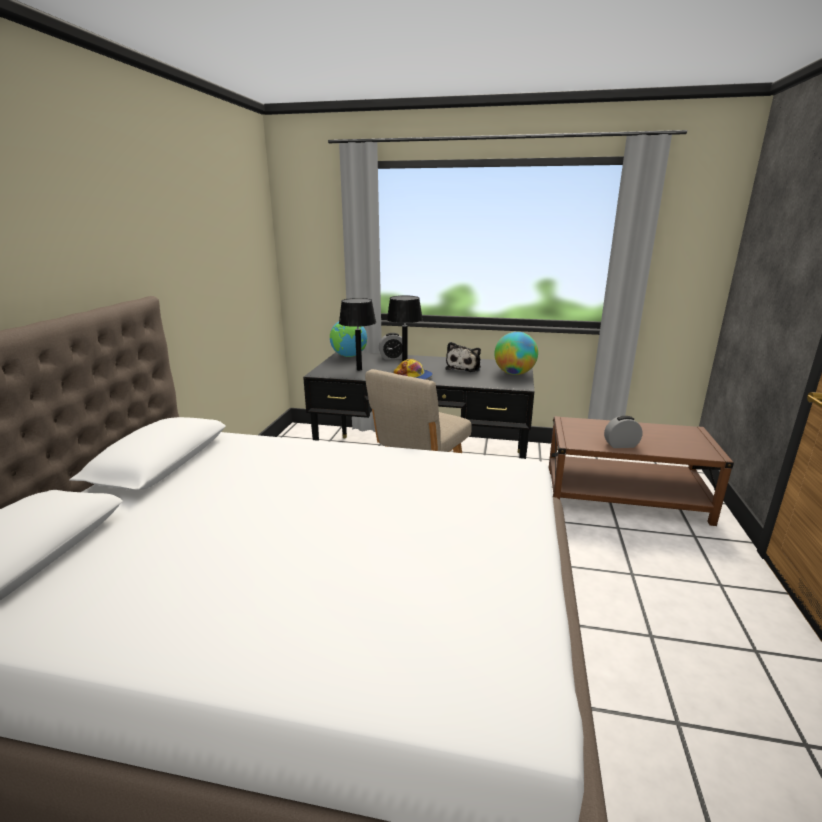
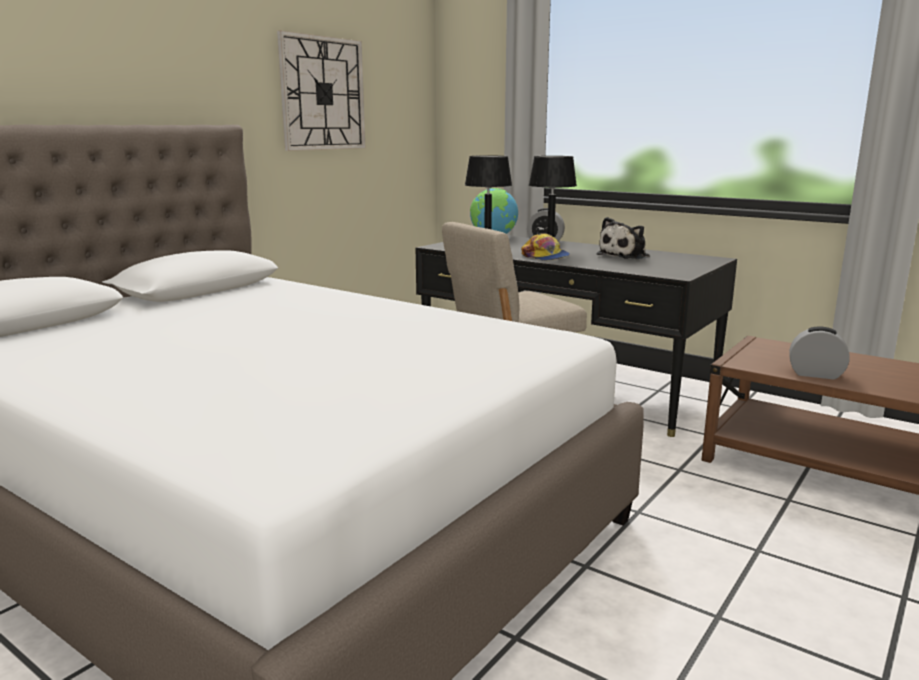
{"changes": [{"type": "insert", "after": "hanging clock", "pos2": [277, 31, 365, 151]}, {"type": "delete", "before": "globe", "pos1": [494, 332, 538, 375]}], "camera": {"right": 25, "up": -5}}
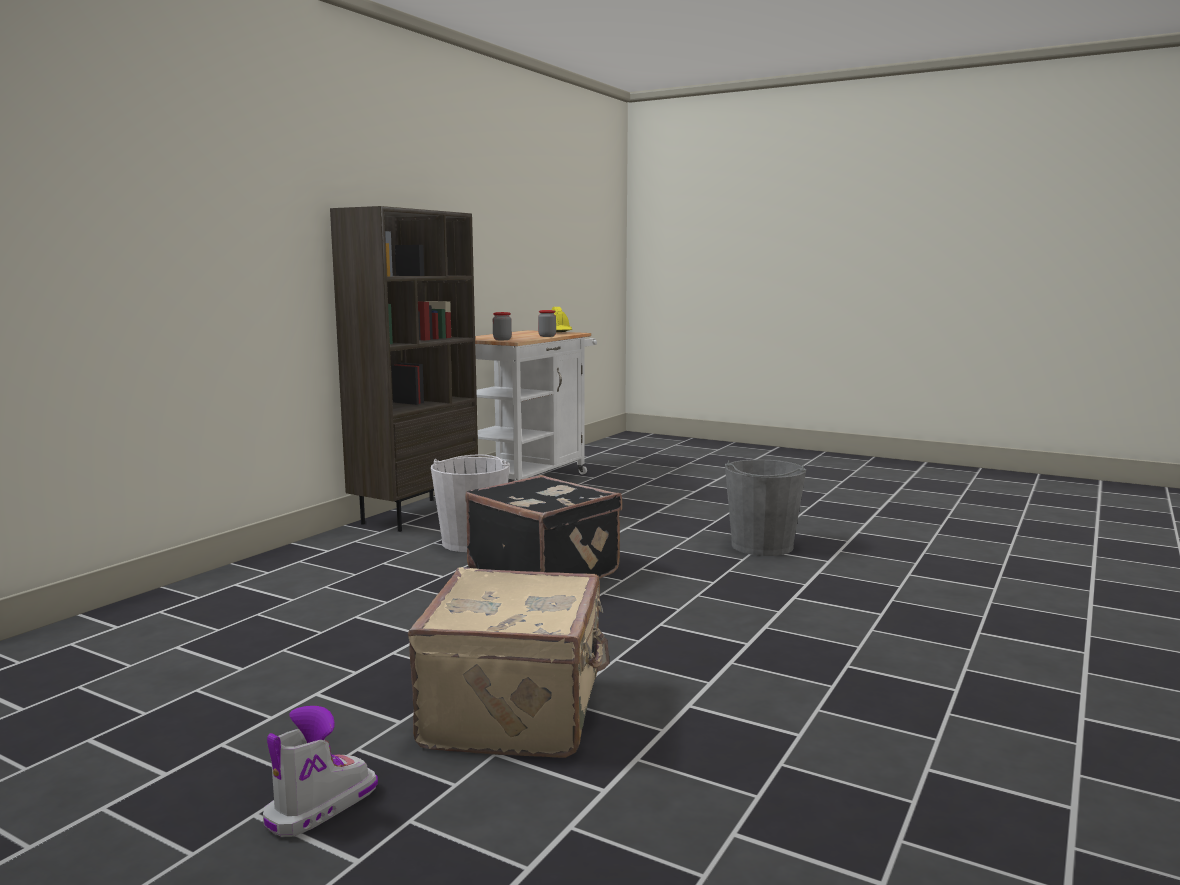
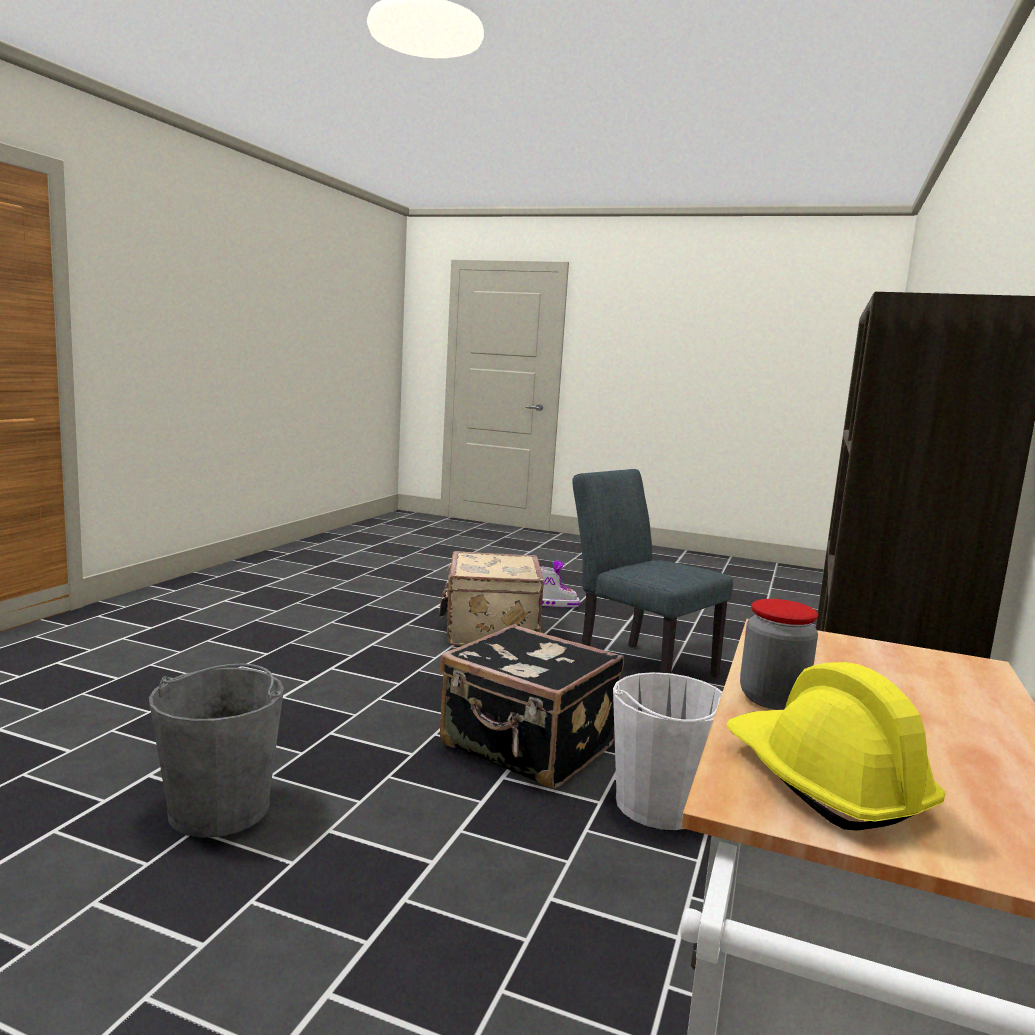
{"changes": [{"type": "rotate", "before": "high-top boot", "pos1": [263, 706, 378, 837], "pos2": [539, 561, 580, 608], "turn": -120}, {"type": "insert", "after": "upright chair/gray", "pos2": [573, 469, 733, 677]}, {"type": "delete", "before": "preserve jar", "pos1": [493, 312, 512, 340]}], "camera": {"right": 170, "up": 0}}
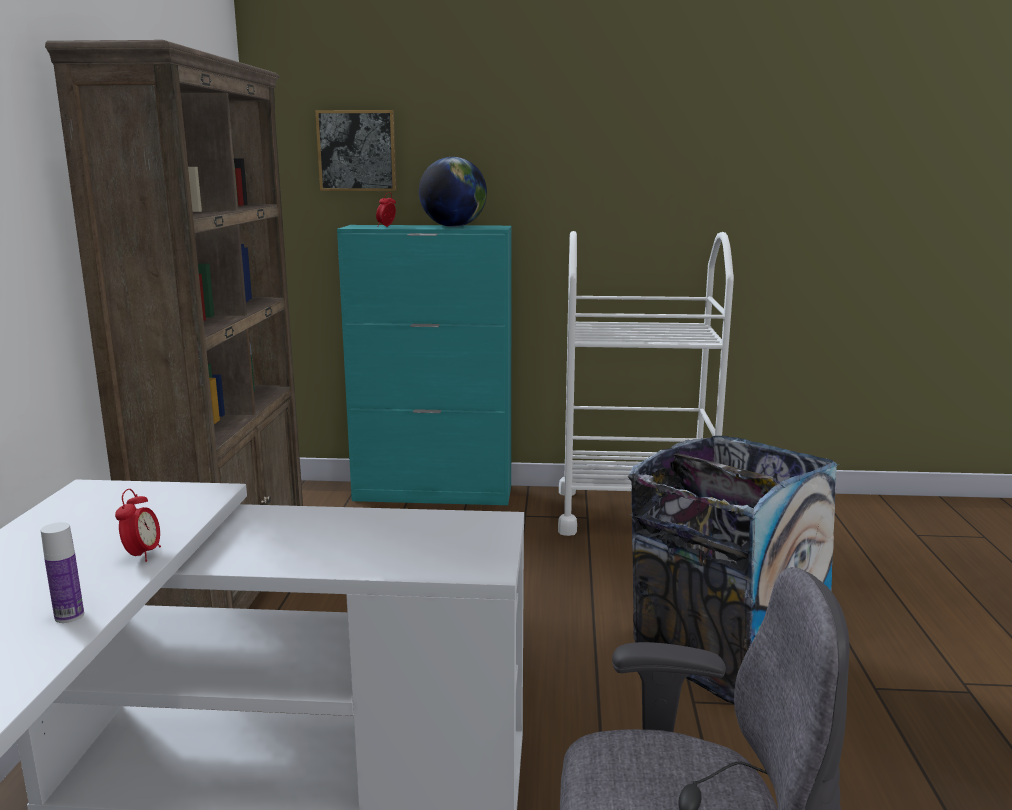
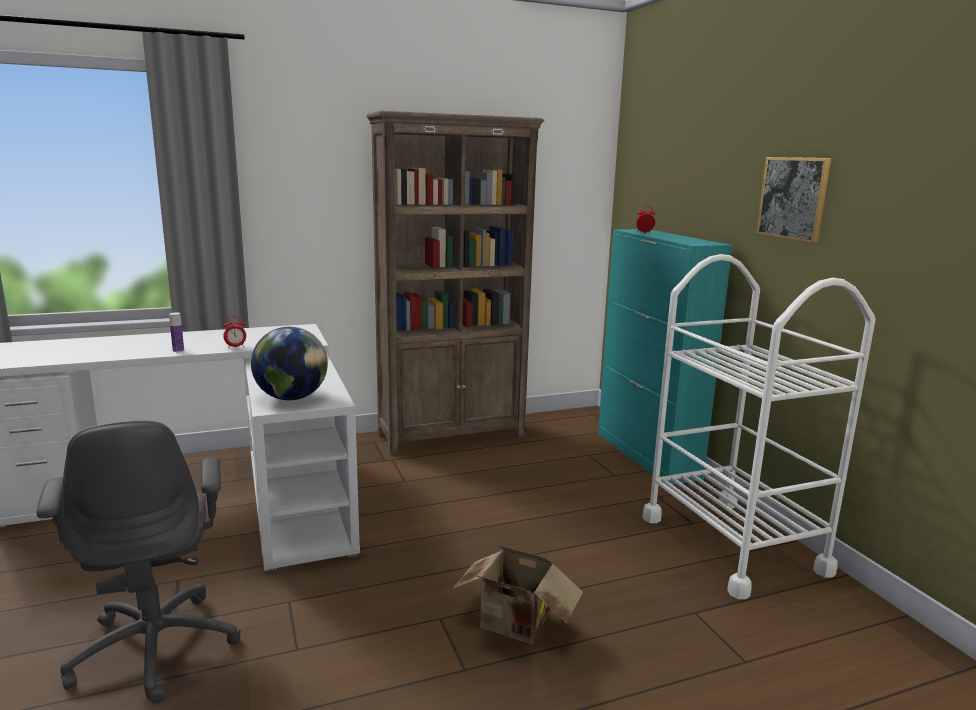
{"changes": [{"type": "move", "before": "globe", "pos1": [419, 157, 487, 227], "pos2": [251, 327, 328, 400]}, {"type": "replace", "before": "rubbish bin", "after": "packing box", "pos1": [628, 436, 839, 704], "pos2": [452, 544, 583, 644]}, {"type": "move", "before": "picture", "pos1": [315, 110, 397, 191], "pos2": [756, 157, 831, 243]}], "camera": {"right": 65, "up": 0}}
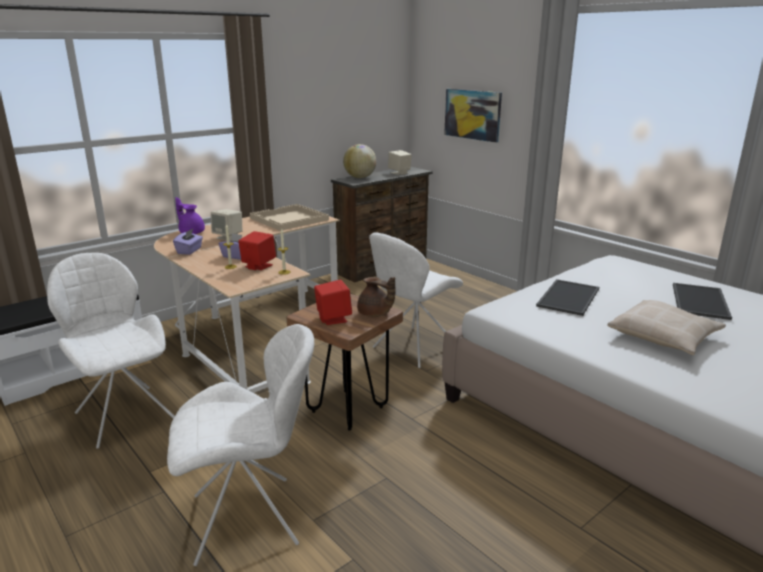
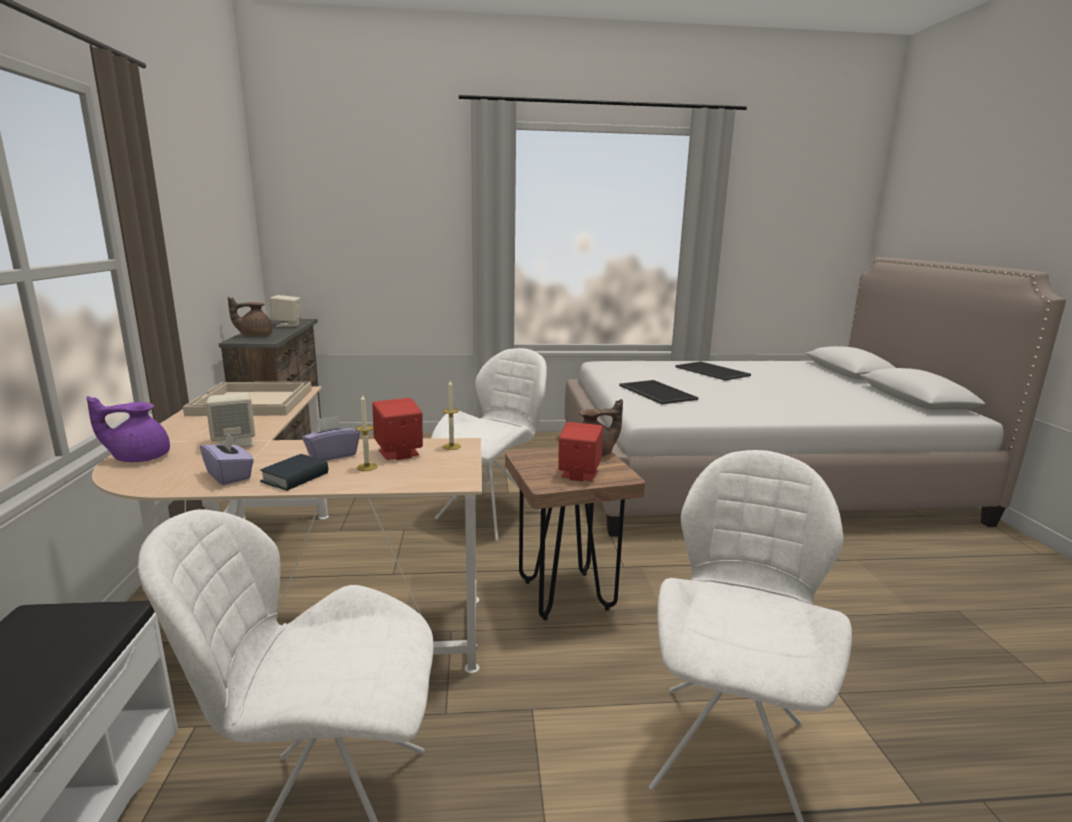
{"changes": [{"type": "replace", "before": "globe", "after": "tea pot/brown-coloured", "pos1": [343, 144, 376, 178], "pos2": [228, 297, 272, 337]}, {"type": "insert", "after": "bound book", "pos2": [260, 454, 328, 491]}, {"type": "rotate", "before": "upright chair/whitish", "pos1": [369, 232, 463, 368], "pos2": [431, 348, 547, 541], "turn": -135}, {"type": "delete", "before": "picture", "pos1": [444, 89, 502, 143]}, {"type": "delete", "before": "pillow/sand-coloured", "pos1": [607, 300, 726, 355]}], "camera": {"right": -55, "up": -5}}
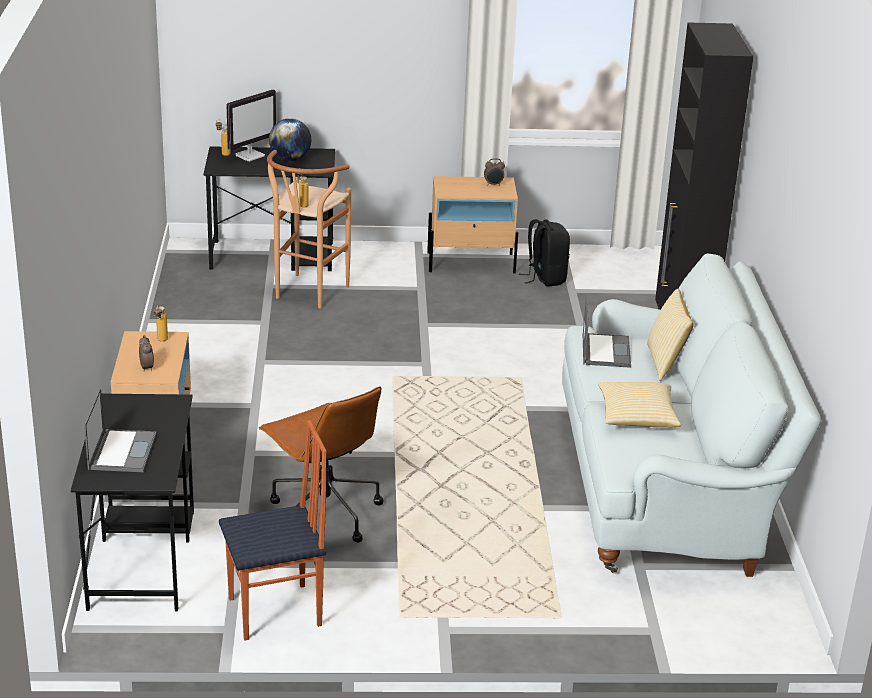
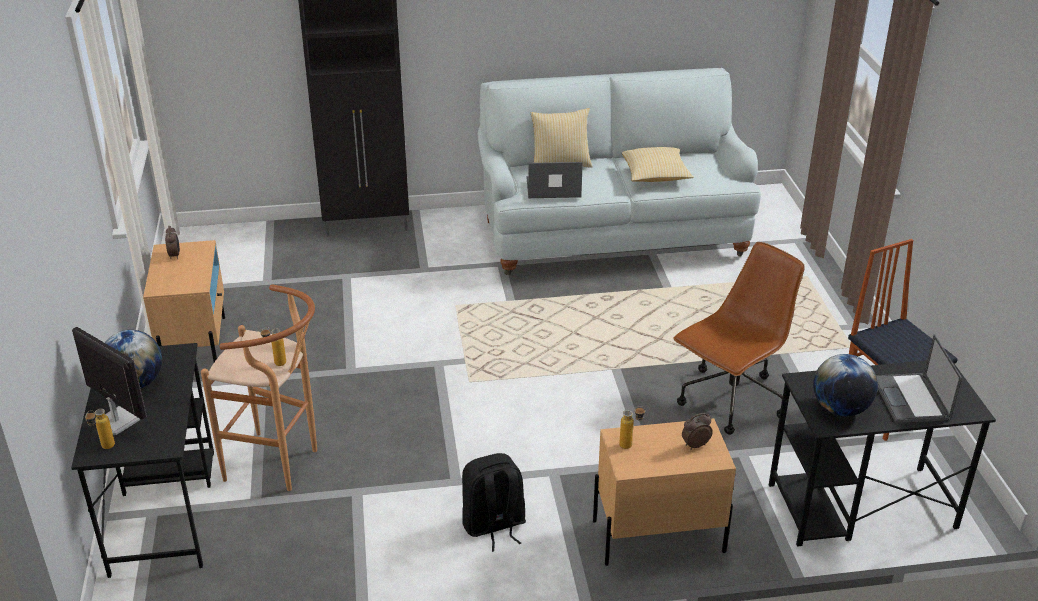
{"changes": [{"type": "move", "before": "knapsack/blackish", "pos1": [519, 219, 570, 287], "pos2": [462, 453, 526, 552]}, {"type": "insert", "after": "globe", "pos2": [813, 354, 878, 416]}, {"type": "rotate", "before": "laptop", "pos1": [84, 388, 156, 472], "pos2": [876, 334, 962, 423], "turn": -90}], "camera": {"right": -95, "up": 5}}
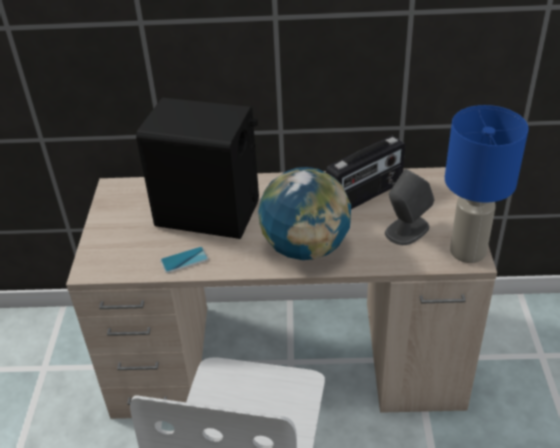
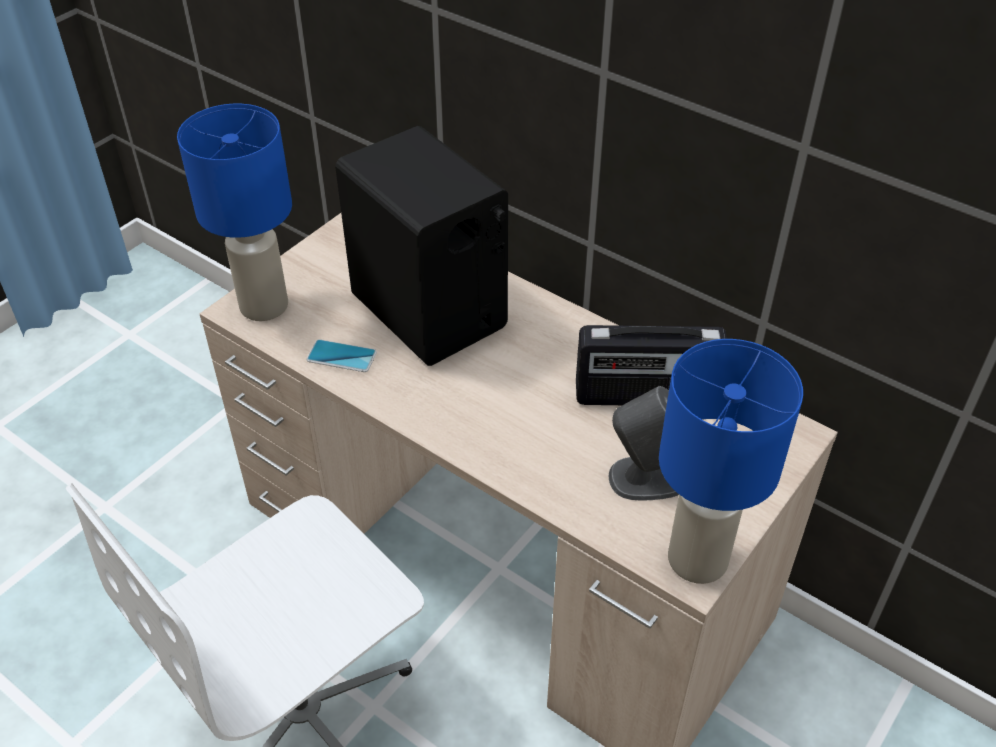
{"changes": [{"type": "insert", "after": "table lamp/blue", "pos2": [177, 104, 292, 321]}, {"type": "delete", "before": "globe", "pos1": [258, 167, 351, 260]}], "camera": {"right": 35, "up": 5}}
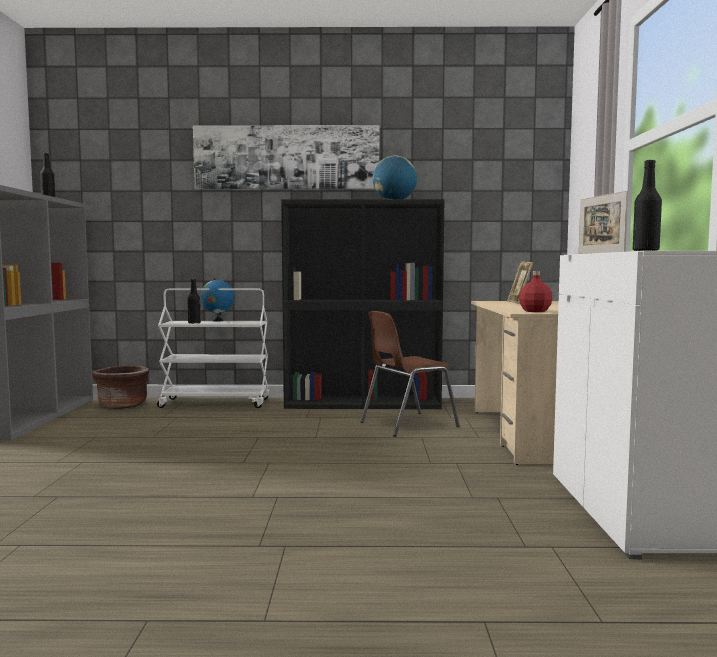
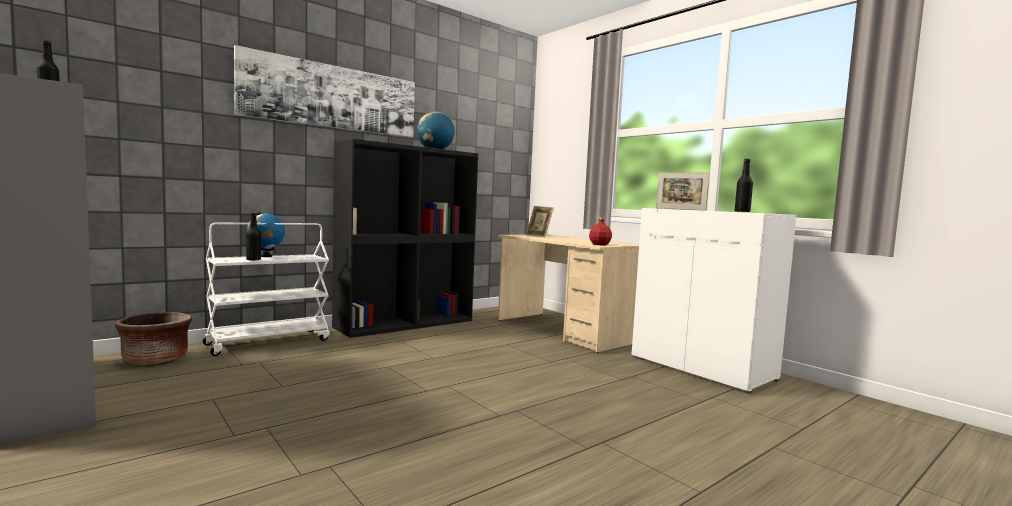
{"changes": [{"type": "delete", "before": "upright chair/brown-coloured", "pos1": [361, 311, 460, 437]}], "camera": {"right": -40, "up": 0}}
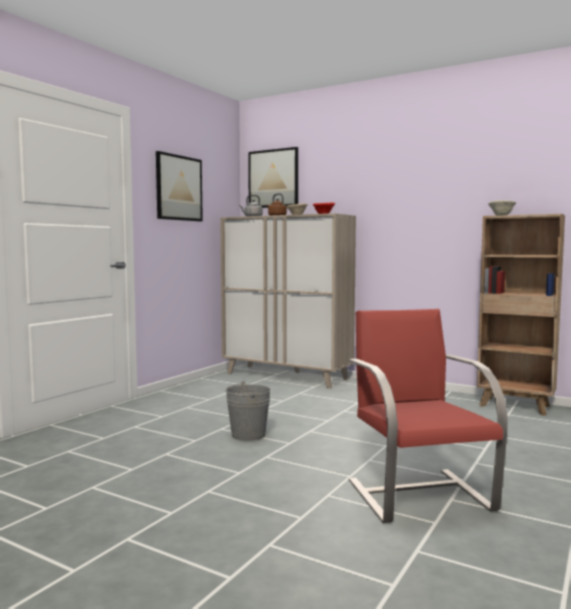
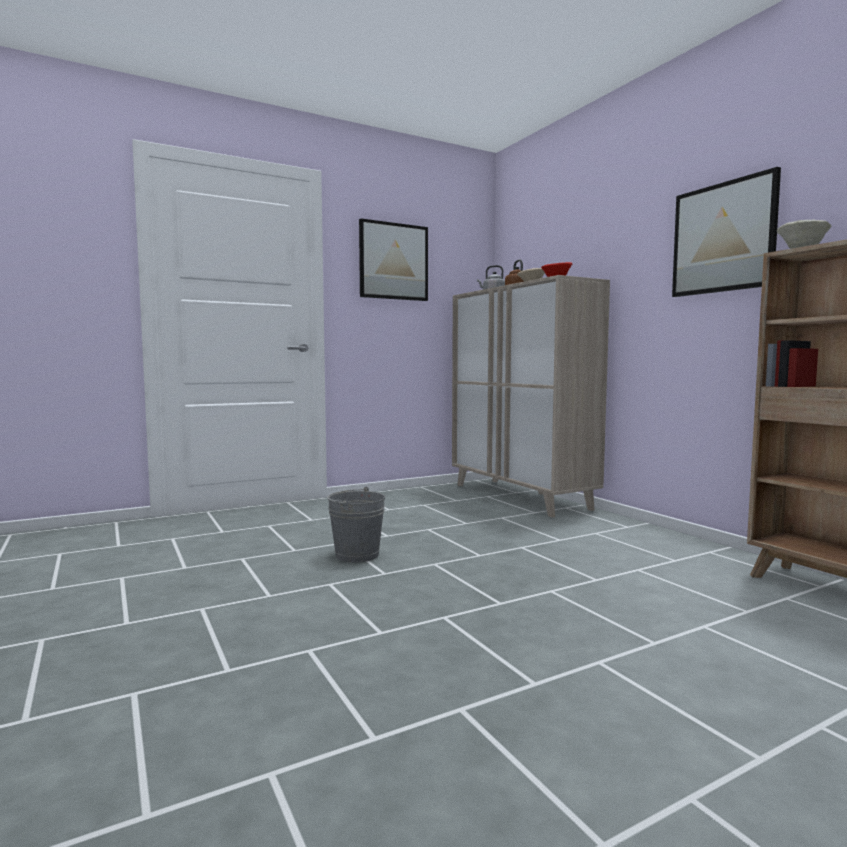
{"changes": [{"type": "move", "before": "picture", "pos1": [248, 147, 298, 208], "pos2": [672, 167, 781, 297]}, {"type": "delete", "before": "upright chair/red", "pos1": [349, 309, 508, 523]}], "camera": {"right": 30, "up": 0}}
